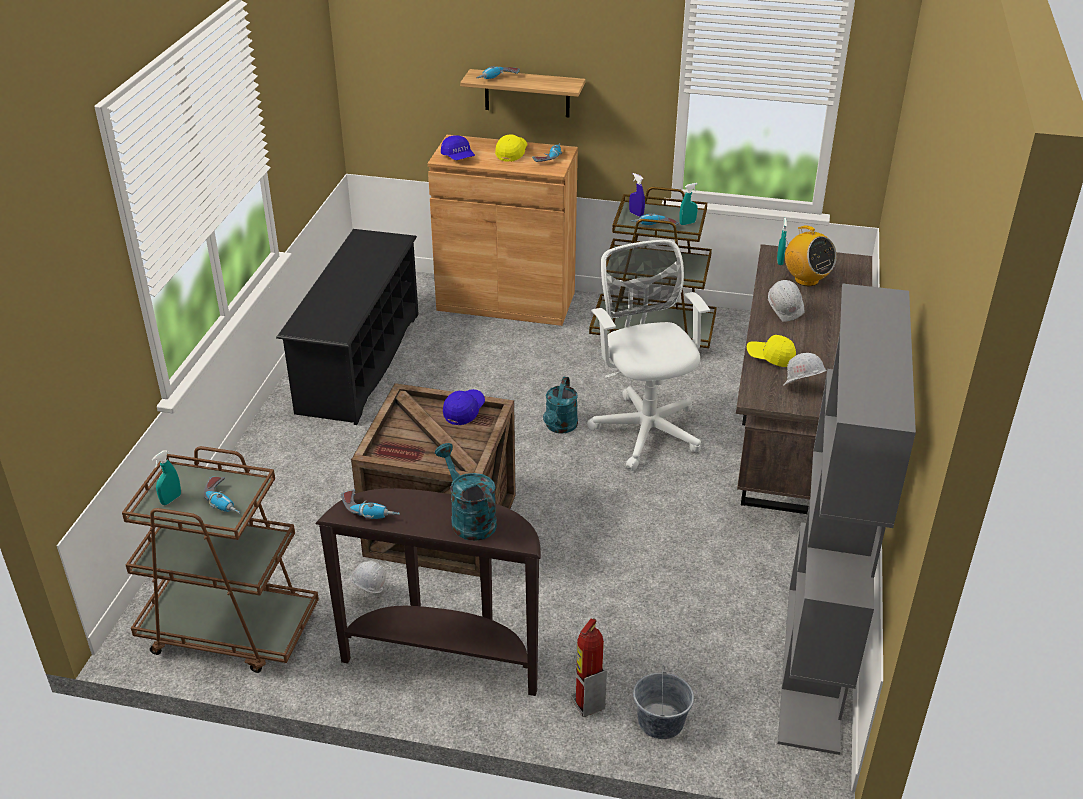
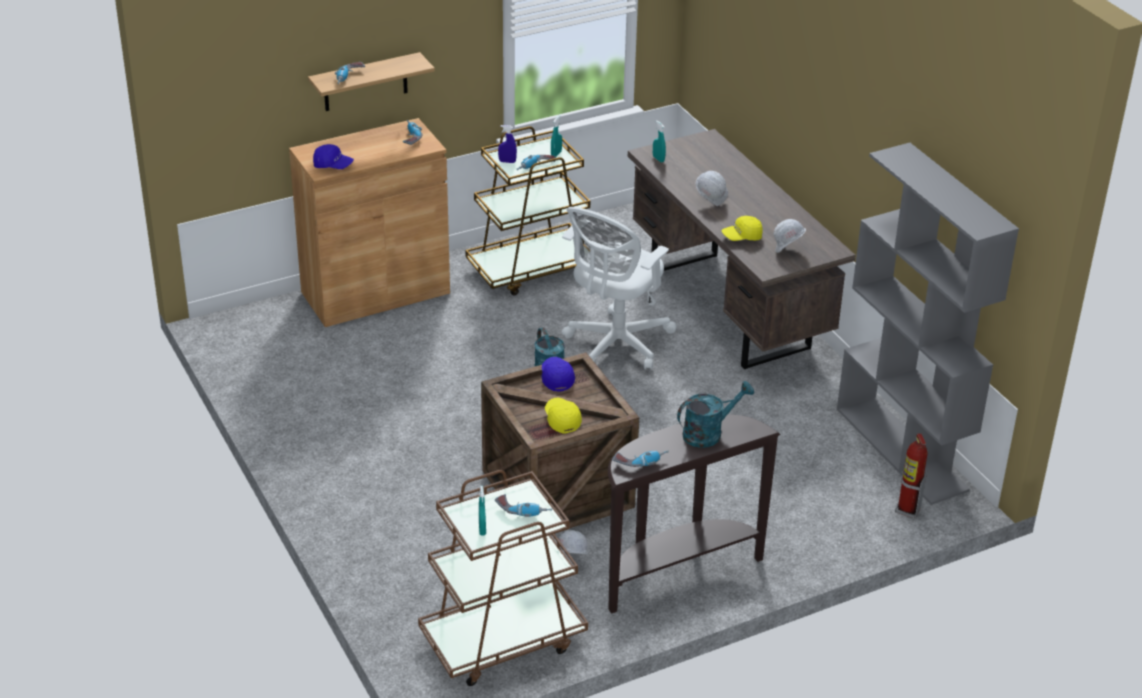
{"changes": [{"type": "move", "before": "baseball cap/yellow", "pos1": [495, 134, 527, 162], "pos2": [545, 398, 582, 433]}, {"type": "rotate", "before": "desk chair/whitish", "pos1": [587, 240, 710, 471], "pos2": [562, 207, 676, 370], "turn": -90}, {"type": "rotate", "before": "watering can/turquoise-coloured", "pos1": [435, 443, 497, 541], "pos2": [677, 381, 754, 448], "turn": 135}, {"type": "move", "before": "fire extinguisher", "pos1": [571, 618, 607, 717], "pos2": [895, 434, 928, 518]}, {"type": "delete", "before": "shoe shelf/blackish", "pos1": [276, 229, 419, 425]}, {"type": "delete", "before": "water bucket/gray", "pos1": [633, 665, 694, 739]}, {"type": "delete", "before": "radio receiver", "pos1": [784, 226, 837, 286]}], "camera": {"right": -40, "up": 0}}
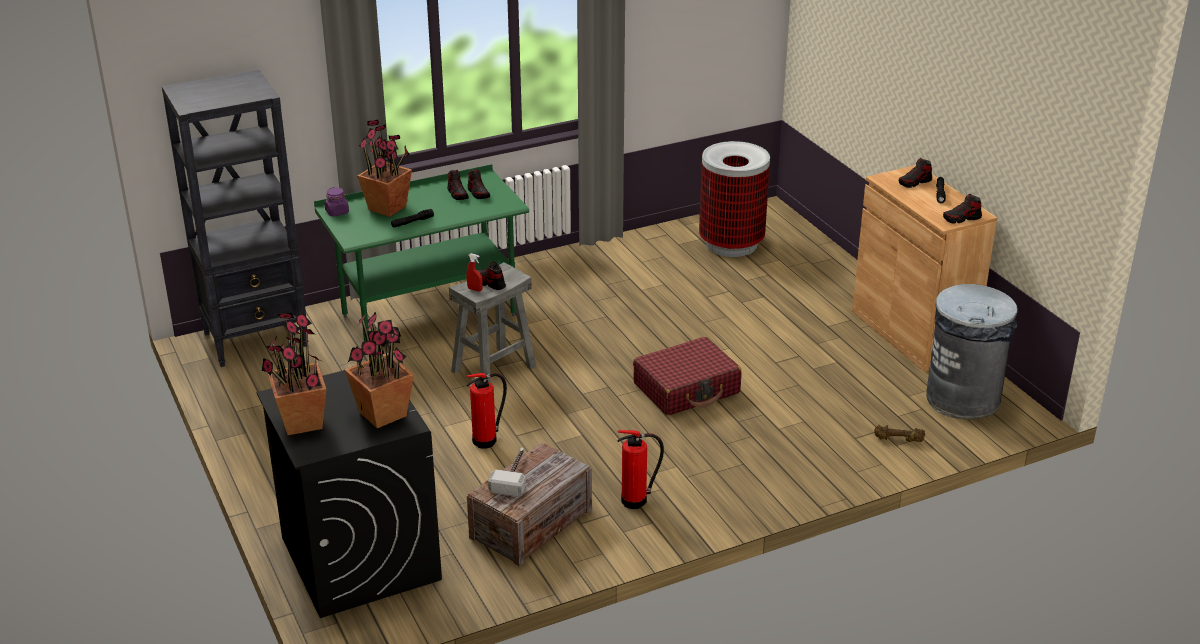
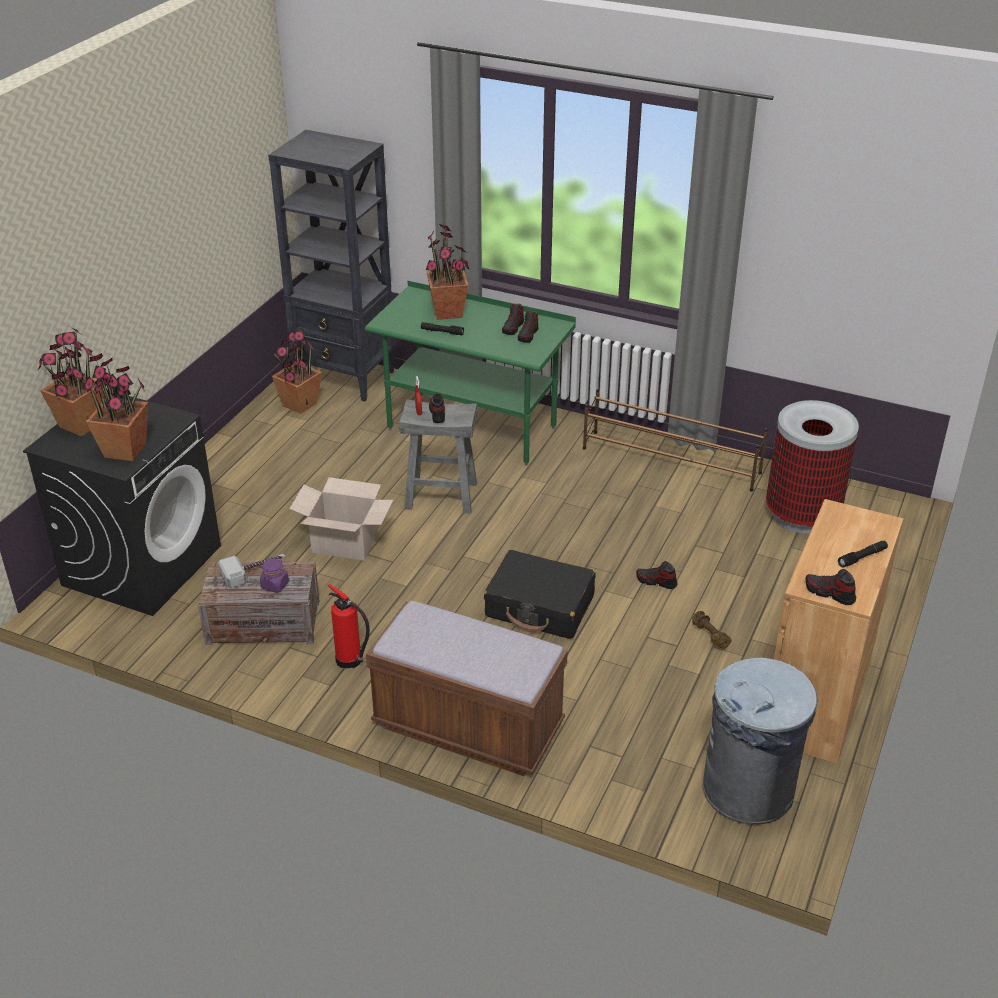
{"changes": [{"type": "move", "before": "preserve jar/purple-coloured", "pos1": [324, 187, 349, 217], "pos2": [260, 557, 289, 593]}, {"type": "insert", "after": "potted plant", "pos2": [272, 326, 322, 414]}, {"type": "replace", "before": "fire extinguisher", "after": "packing box", "pos1": [466, 373, 507, 449], "pos2": [290, 477, 393, 561]}, {"type": "insert", "after": "indoor bench/brown-coloured", "pos2": [366, 601, 568, 776]}, {"type": "recolor", "before": "piece of luggage/red", "after": "piece of luggage/blackish", "pos1": [633, 337, 741, 415], "pos2": [484, 550, 596, 639]}, {"type": "insert", "after": "shoe shelf/brown-coloured", "pos2": [583, 389, 768, 492]}, {"type": "move", "before": "low shoe", "pos1": [899, 158, 932, 188], "pos2": [636, 561, 677, 589]}, {"type": "move", "before": "free weight/brown-coloured", "pos1": [874, 425, 925, 442], "pos2": [692, 611, 732, 649]}], "camera": {"right": 50, "up": 5}}
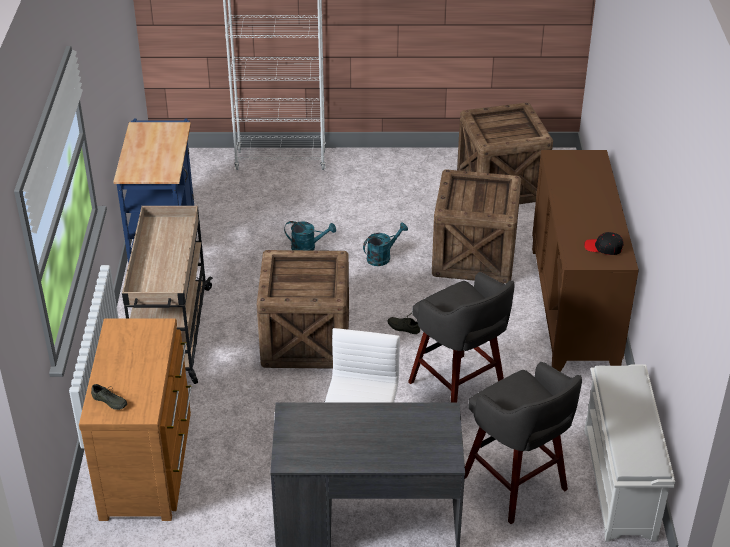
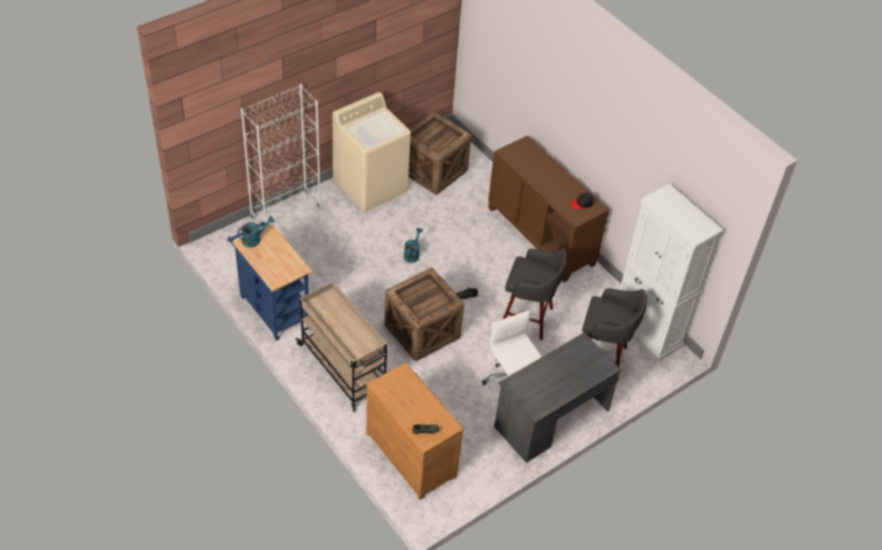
{"changes": [{"type": "move", "before": "watering can/turquoise-coloured", "pos1": [284, 221, 336, 250], "pos2": [237, 216, 275, 247]}, {"type": "insert", "after": "washing machine/sand-coloured", "pos2": [333, 92, 411, 212]}, {"type": "replace", "before": "shoe shelf/whitish", "after": "cupboard/whitish", "pos1": [584, 364, 675, 541], "pos2": [620, 184, 724, 362]}, {"type": "delete", "before": "shipping crate", "pos1": [432, 169, 521, 284]}], "camera": {"right": -40, "up": 10}}
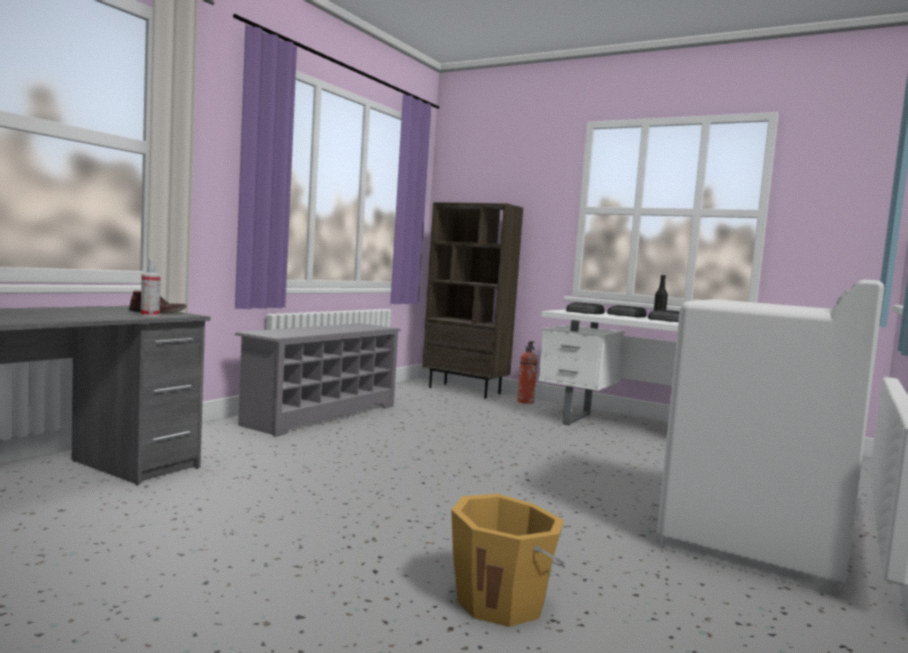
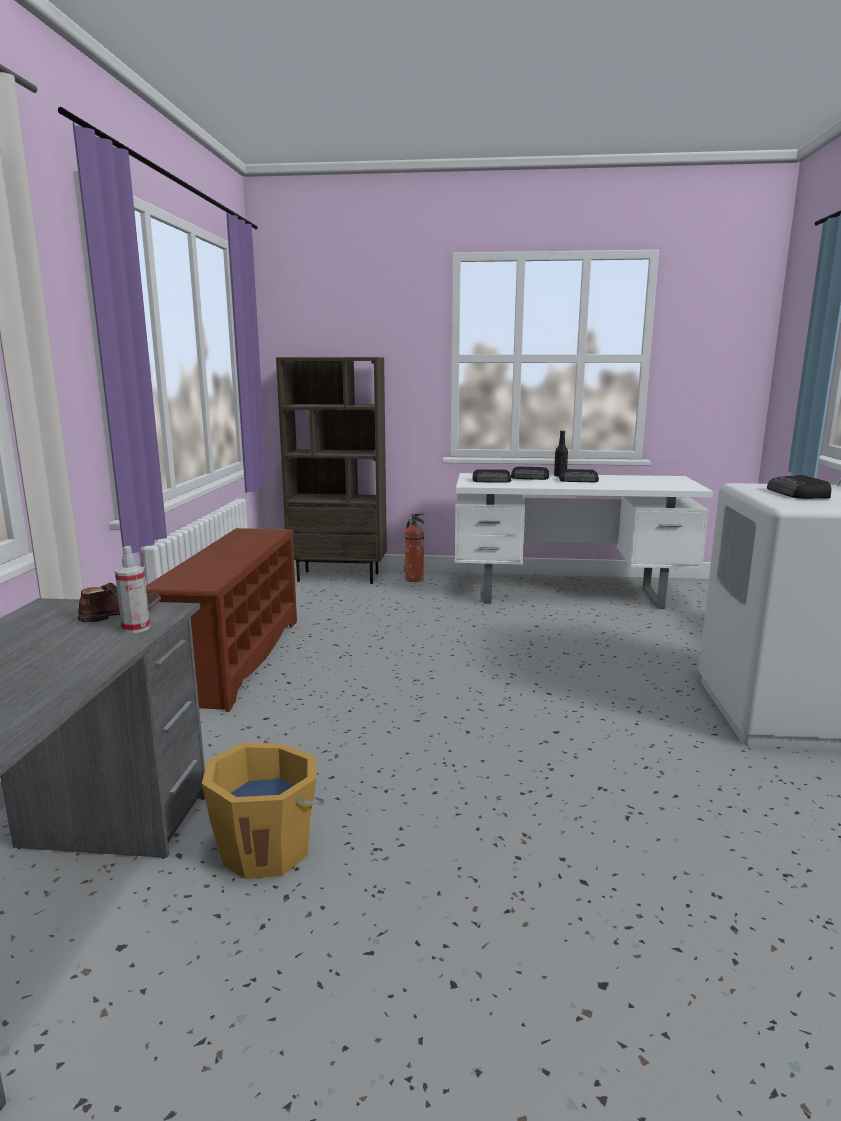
{"changes": [{"type": "recolor", "before": "shoe shelf/gray", "after": "shoe shelf/brown-coloured", "pos1": [234, 323, 401, 437], "pos2": [146, 528, 297, 712]}, {"type": "move", "before": "water bucket/orange-coloured", "pos1": [451, 494, 564, 627], "pos2": [202, 743, 325, 879]}, {"type": "insert", "after": "radio receiver", "pos2": [767, 475, 831, 499]}], "camera": {"right": -25, "up": 10}}
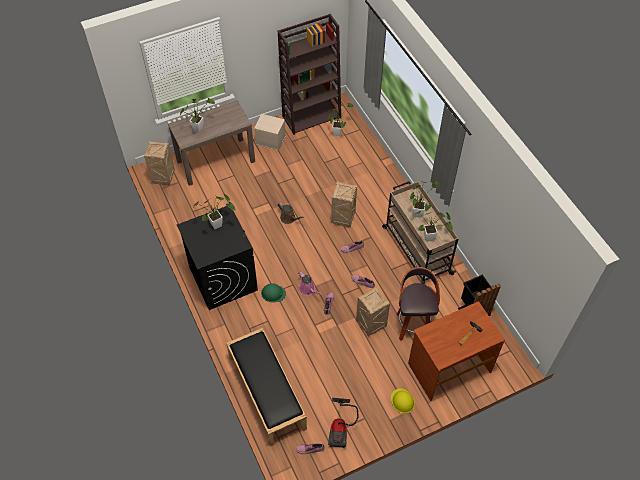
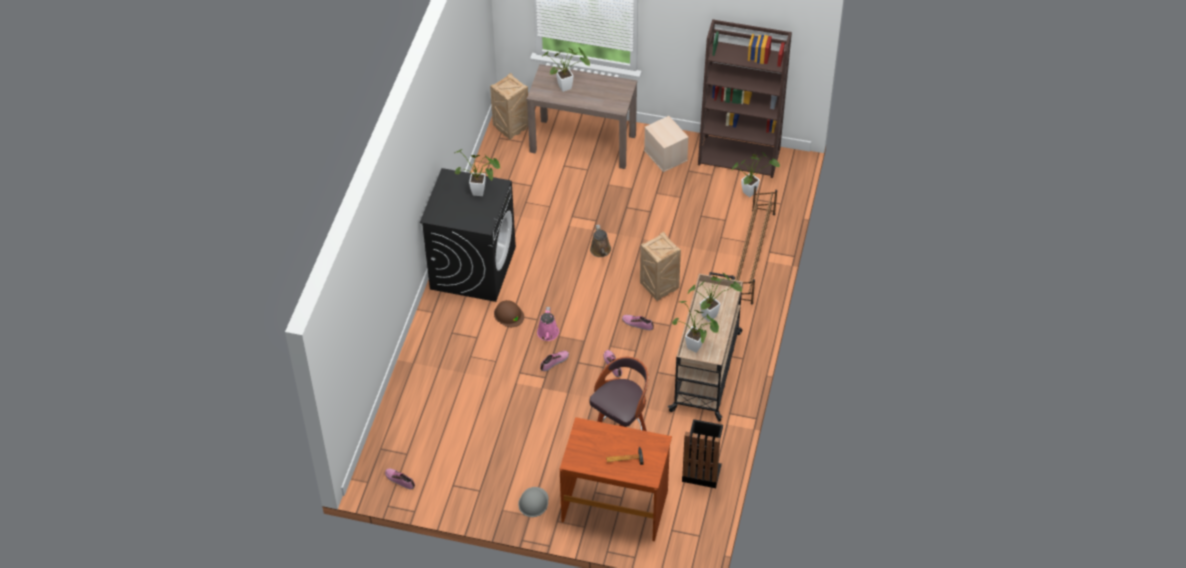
{"changes": [{"type": "recolor", "before": "safety helmet/green", "after": "safety helmet/brown-coloured", "pos1": [261, 283, 286, 302], "pos2": [494, 300, 524, 327]}, {"type": "recolor", "before": "safety helmet/yellow", "after": "safety helmet/gray", "pos1": [391, 389, 415, 414], "pos2": [518, 487, 548, 517]}, {"type": "insert", "after": "shoe shelf/brown-coloured", "pos2": [731, 186, 777, 304]}, {"type": "delete", "before": "indoor bench/blackish", "pos1": [226, 328, 307, 446]}, {"type": "delete", "before": "vacuum cleaner", "pos1": [328, 398, 359, 448]}, {"type": "delete", "before": "shipping crate", "pos1": [356, 287, 390, 337]}], "camera": {"right": 40, "up": -5}}
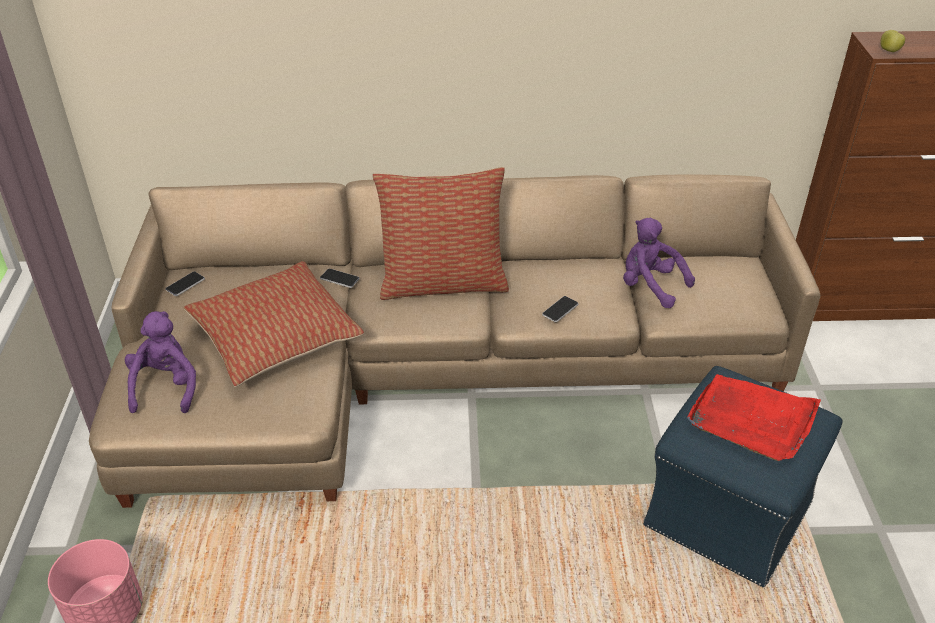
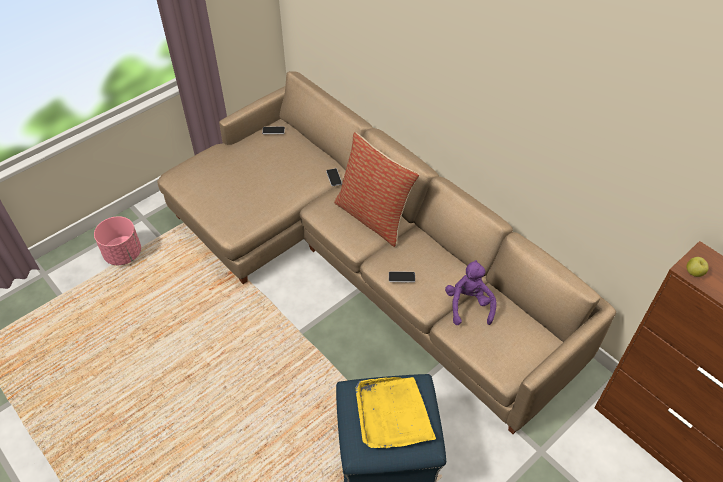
{"changes": [{"type": "recolor", "before": "carrying tray/red", "after": "carrying tray/yellow", "pos1": [687, 374, 821, 461], "pos2": [355, 377, 436, 448]}, {"type": "delete", "before": "plush toy/purple-coloured", "pos1": [125, 311, 196, 413]}, {"type": "delete", "before": "pillow", "pos1": [184, 261, 364, 387]}], "camera": {"right": 50, "up": 10}}
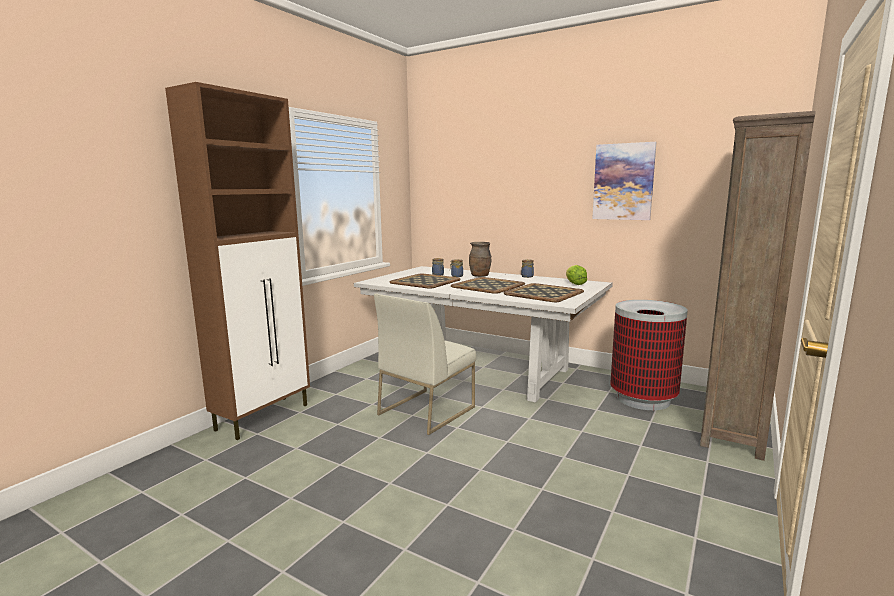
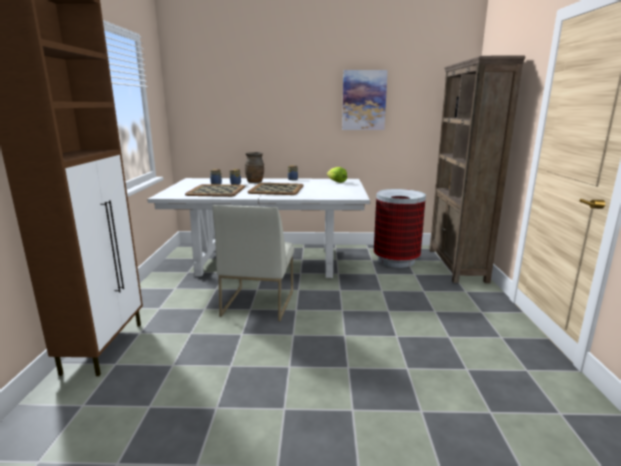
{"changes": [{"type": "delete", "before": "carrying tray", "pos1": [504, 283, 584, 302]}], "camera": {"right": -30, "up": 5}}
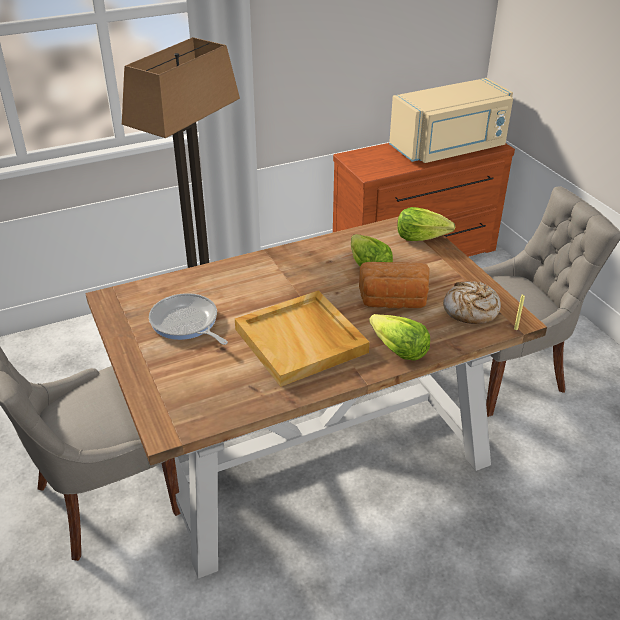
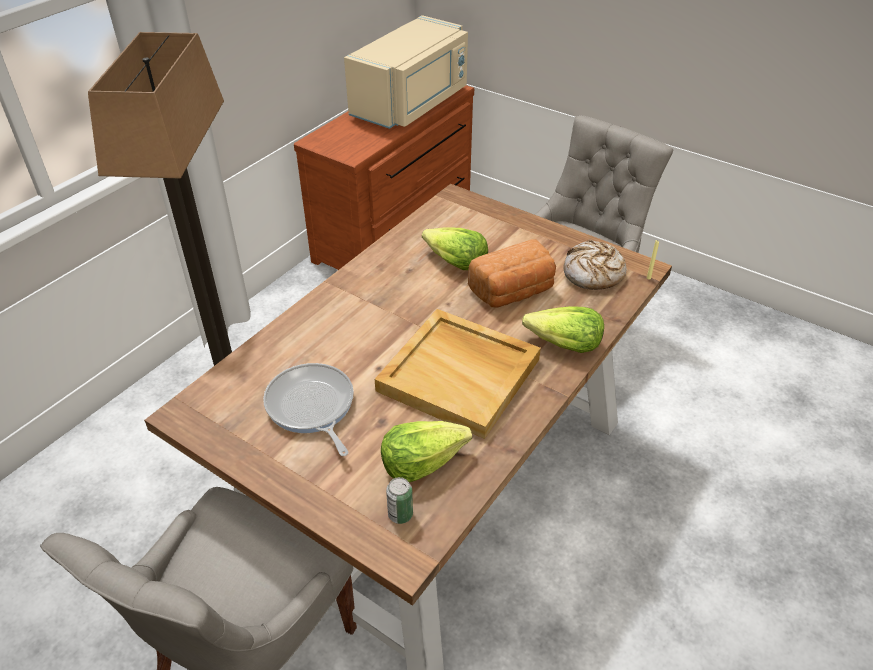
{"changes": [{"type": "rotate", "before": "frying pan", "pos1": [149, 293, 228, 345], "pos2": [263, 363, 354, 456], "turn": 45}, {"type": "move", "before": "lettuce", "pos1": [397, 207, 455, 241], "pos2": [381, 421, 472, 482]}, {"type": "insert", "after": "metal can", "pos2": [386, 477, 413, 524]}], "camera": {"right": -30, "up": 5}}
